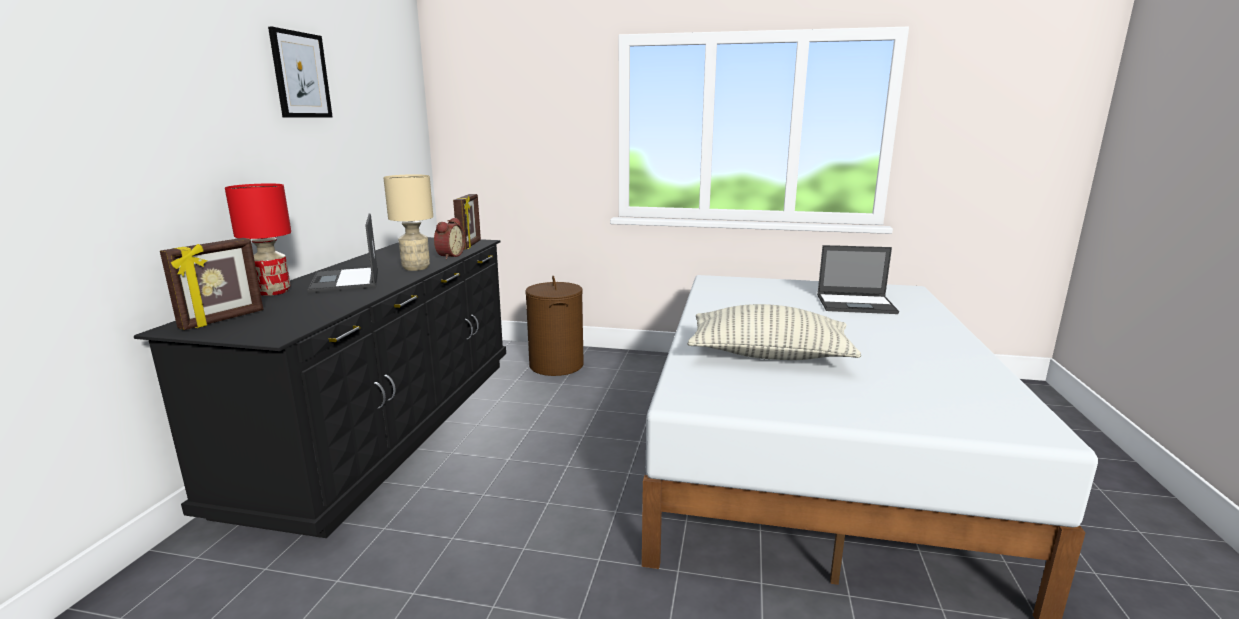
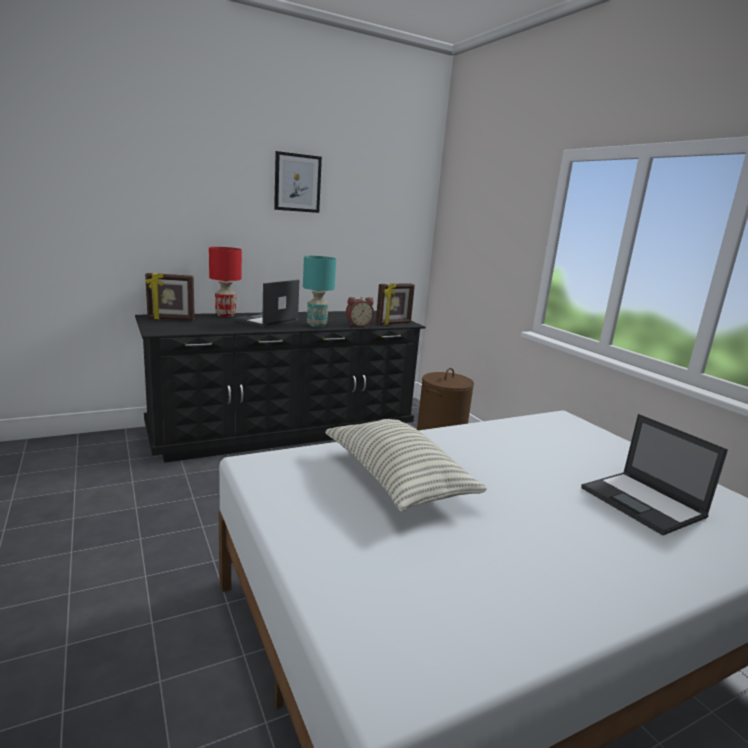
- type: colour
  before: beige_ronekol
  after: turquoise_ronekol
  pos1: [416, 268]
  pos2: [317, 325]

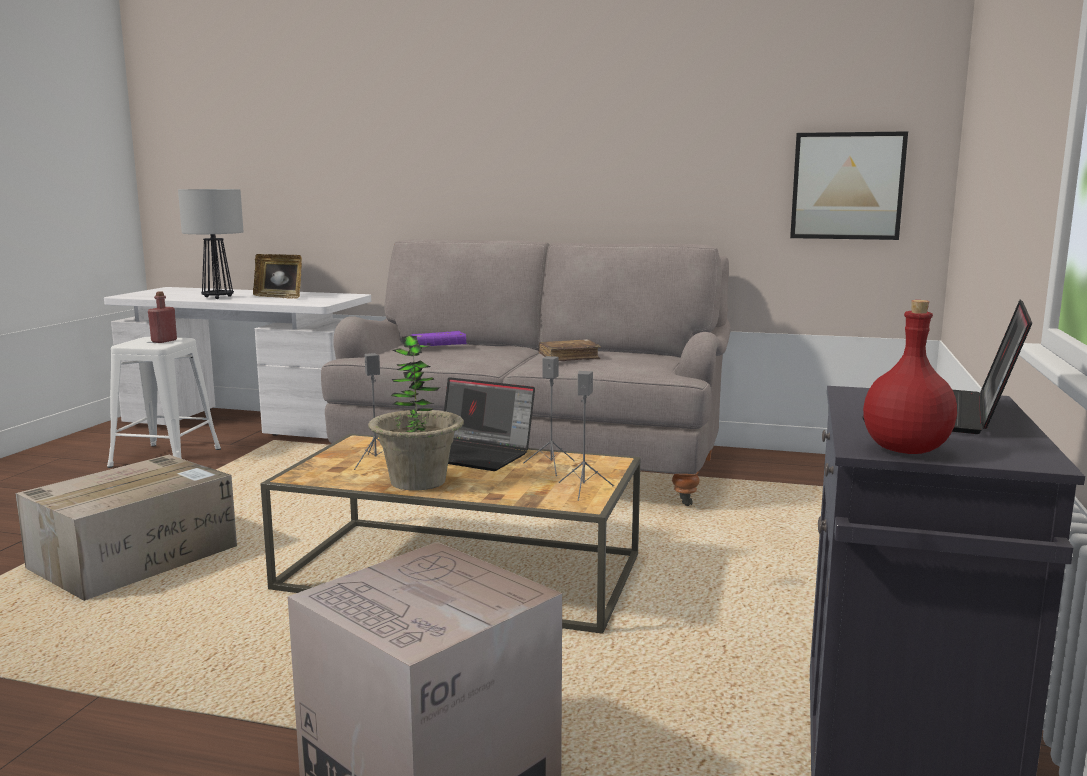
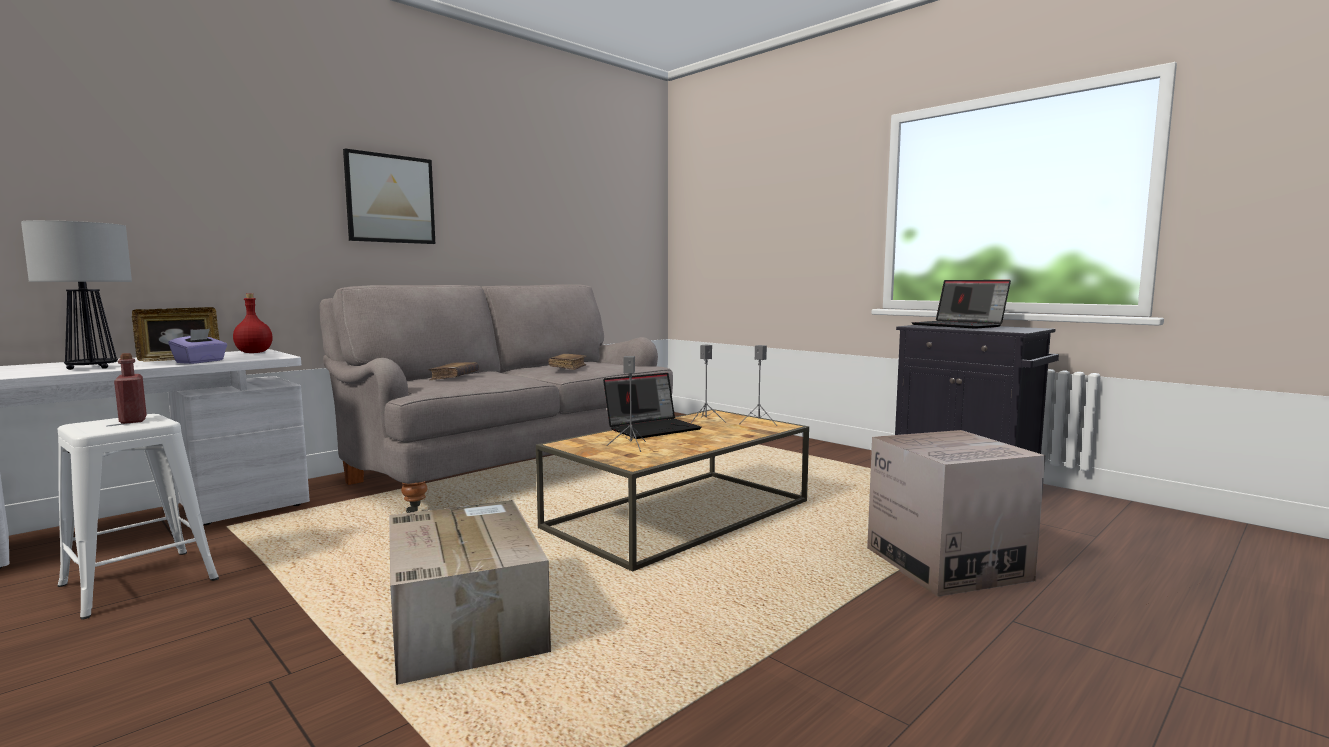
- type: missing
  before: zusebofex
  pos1: [418, 481]
- type: appeared
  after: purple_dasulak
  pos2: [200, 361]
- type: relocated
  before: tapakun
  pos1: [847, 186]
  pos2: [390, 199]
- type: relocated
  before: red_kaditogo
  pos1: [907, 450]
  pos2: [254, 352]
- type: colour
  before: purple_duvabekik
  after: brown_duvabekik
  pos1: [438, 347]
  pos2: [454, 377]

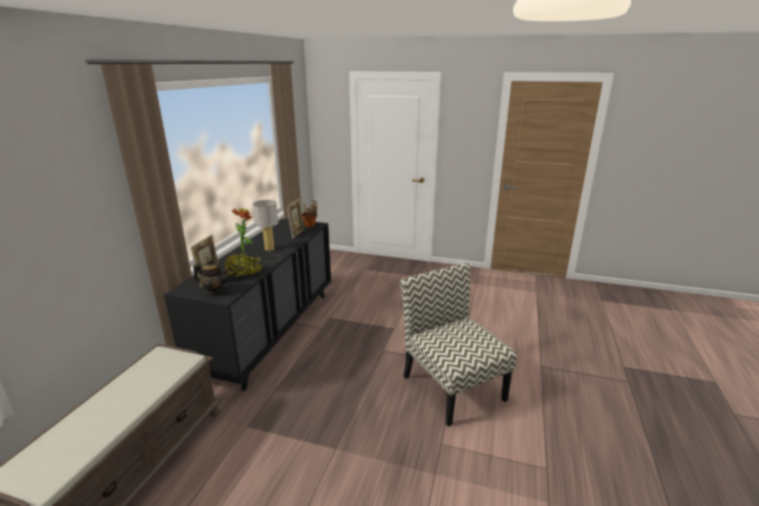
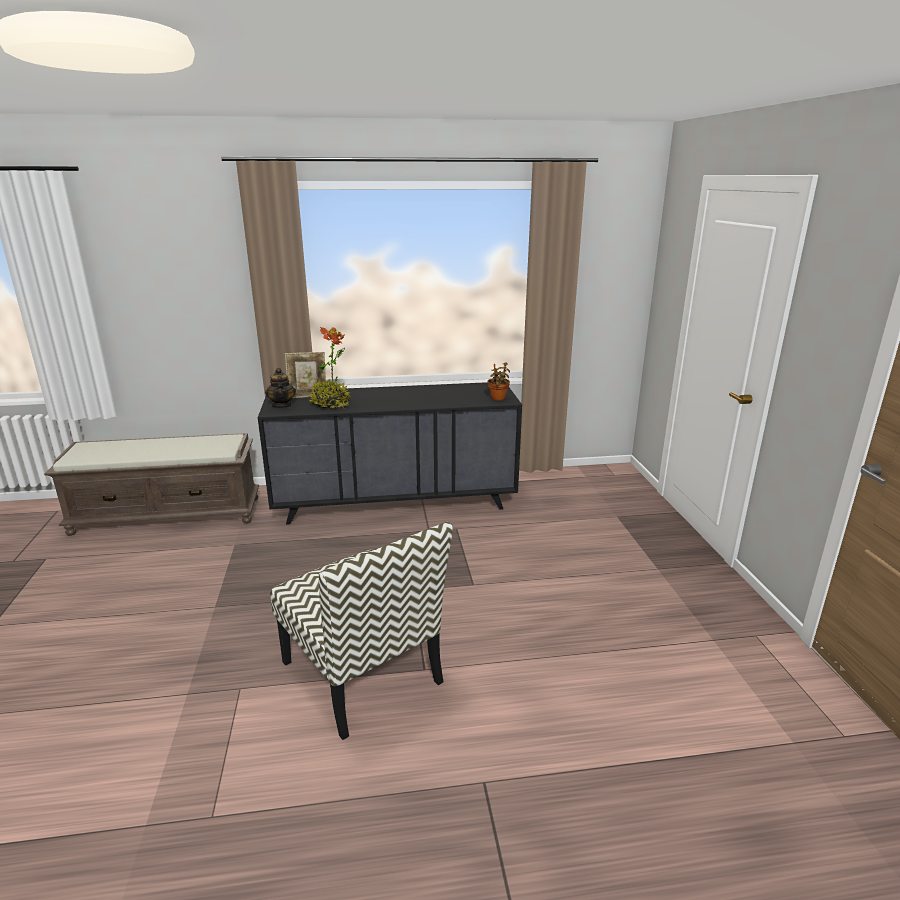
- type: missing
  before: ronekol
  pos1: [266, 251]
- type: missing
  before: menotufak
  pos1: [297, 233]
- type: spun
  before: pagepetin
  pos1: [451, 386]
  pos2: [363, 673]
  turn: 105

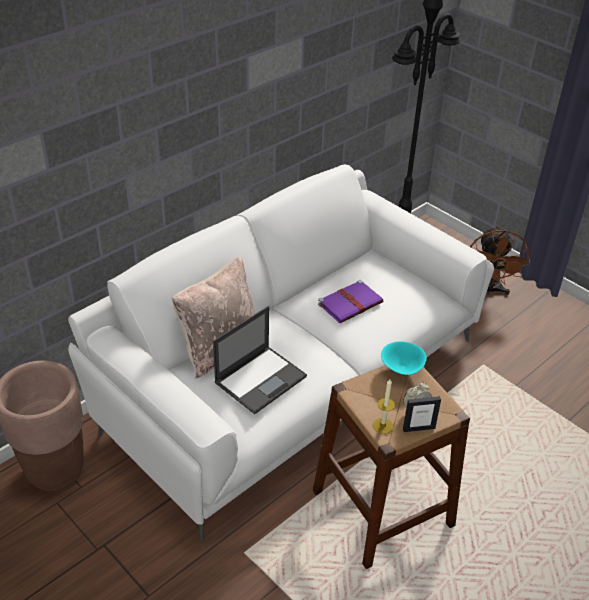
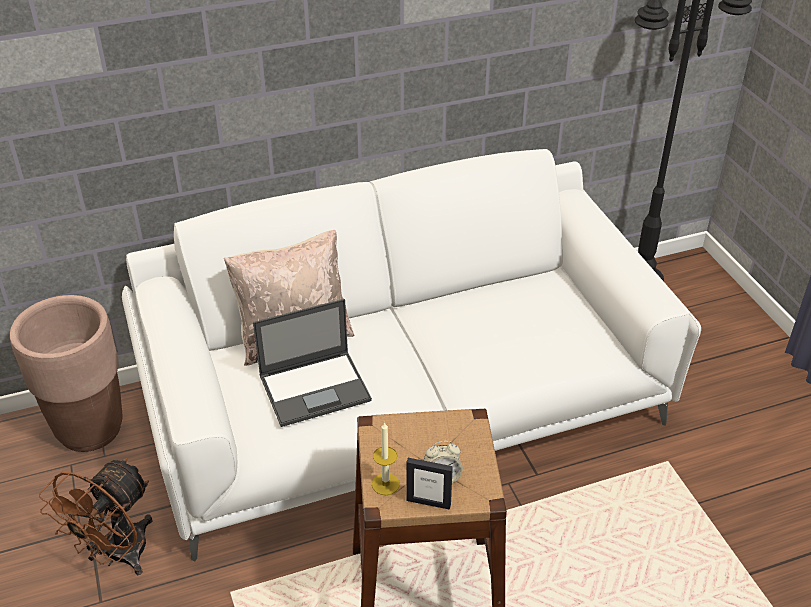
- type: missing
  before: purple_duvabekik
  pos1: [351, 303]
- type: missing
  before: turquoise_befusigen
  pos1: [401, 369]
- type: relocated
  before: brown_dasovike
  pos1: [488, 290]
  pos2: [117, 556]

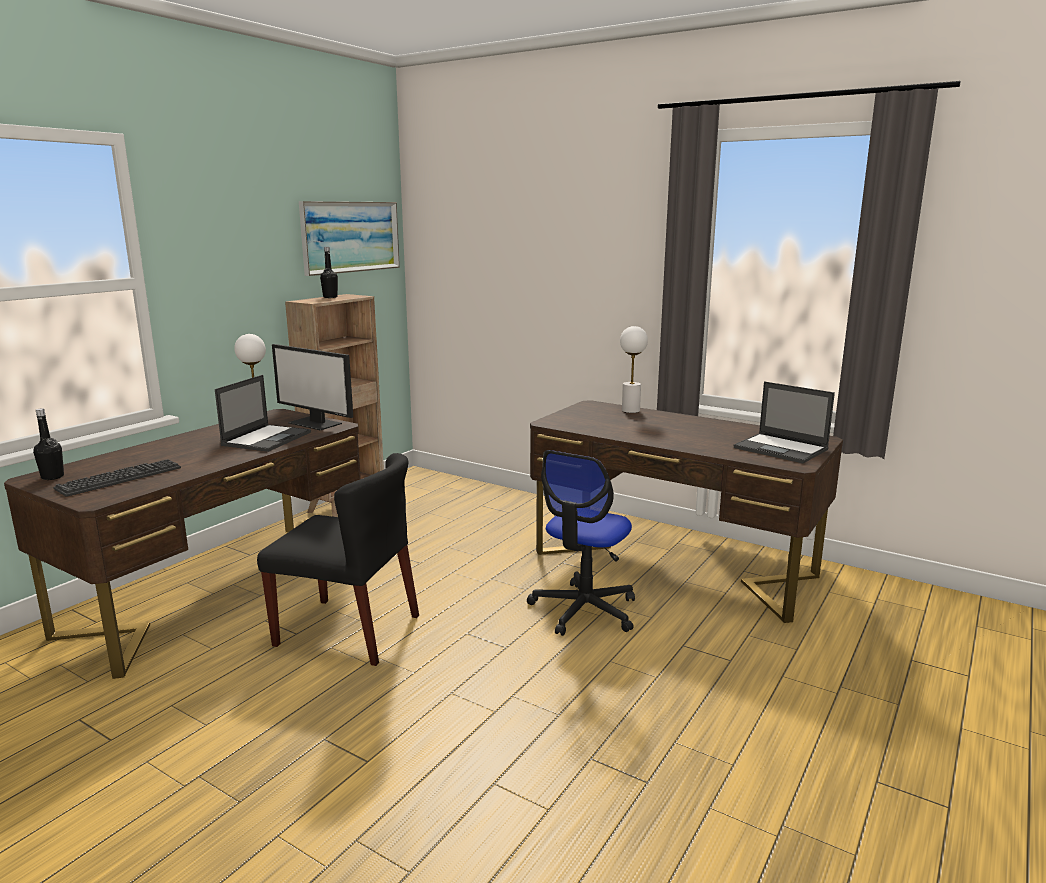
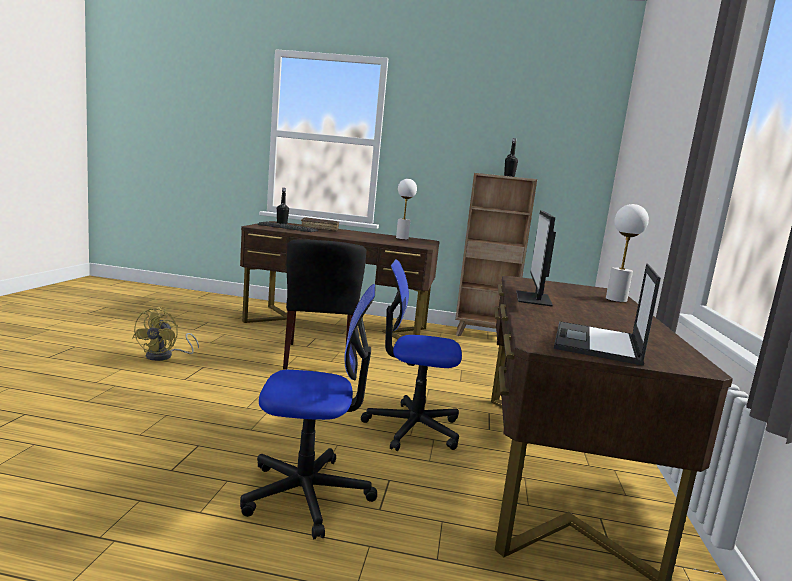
- type: missing
  before: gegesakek
  pos1: [267, 438]
- type: missing
  before: tapakun
  pos1: [350, 237]
- type: appeared
  after: yellow_dasovike
  pos2: [165, 356]
- type: appeared
  after: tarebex
  pos2: [307, 494]
- type: appeared
  after: brown_duvabekik
  pos2: [320, 228]
- type: relocated
  before: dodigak
  pos1: [316, 423]
  pos2: [534, 299]

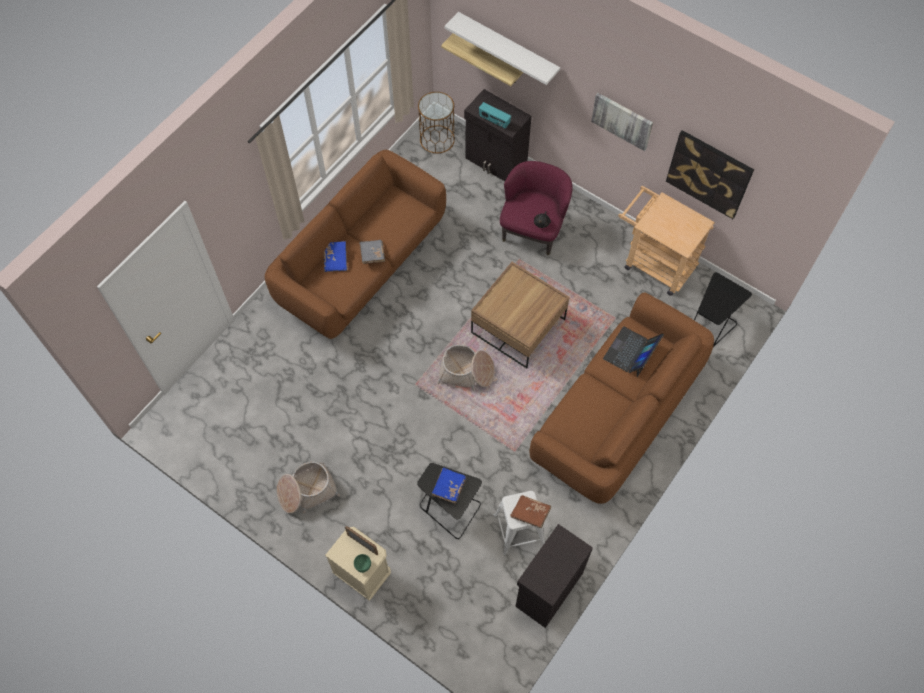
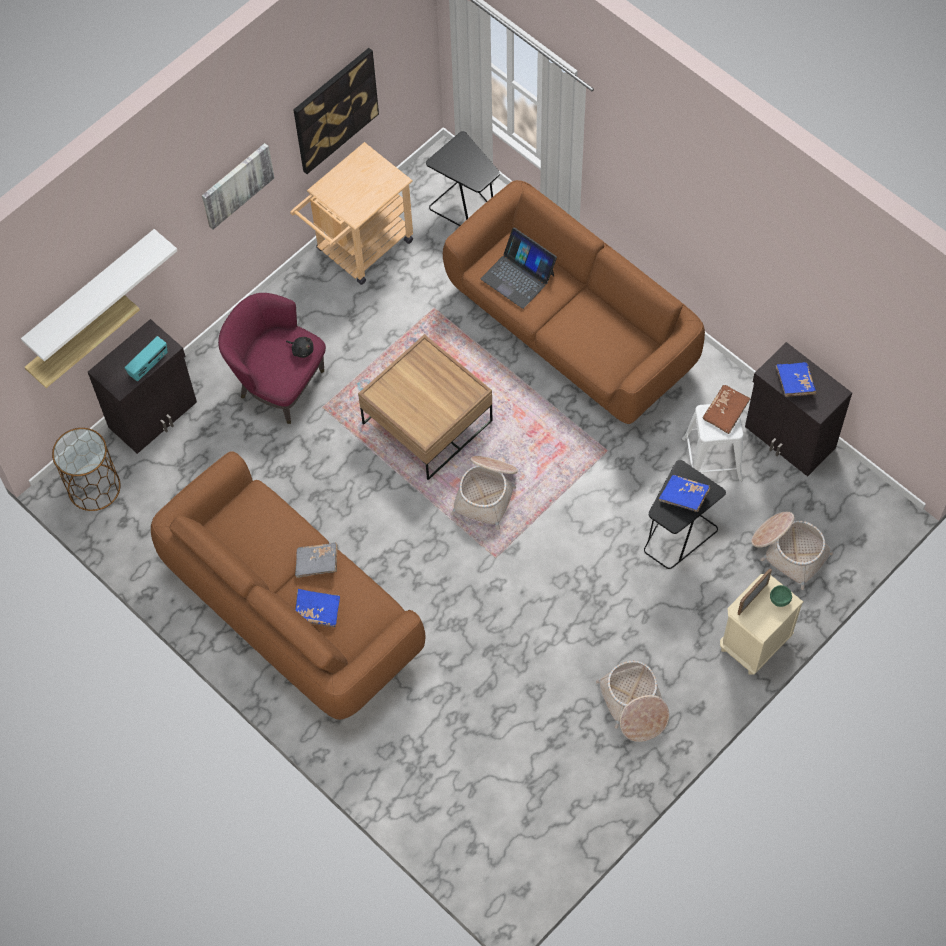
- type: appeared
  after: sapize
  pos2: [789, 551]
- type: appeared
  after: blue_duvabekik
  pos2: [794, 383]

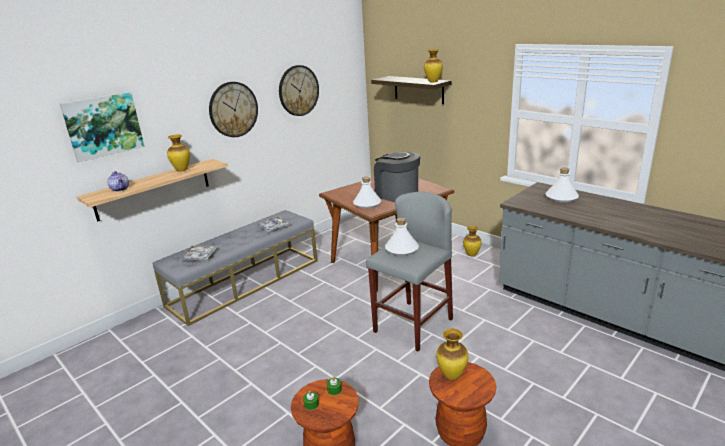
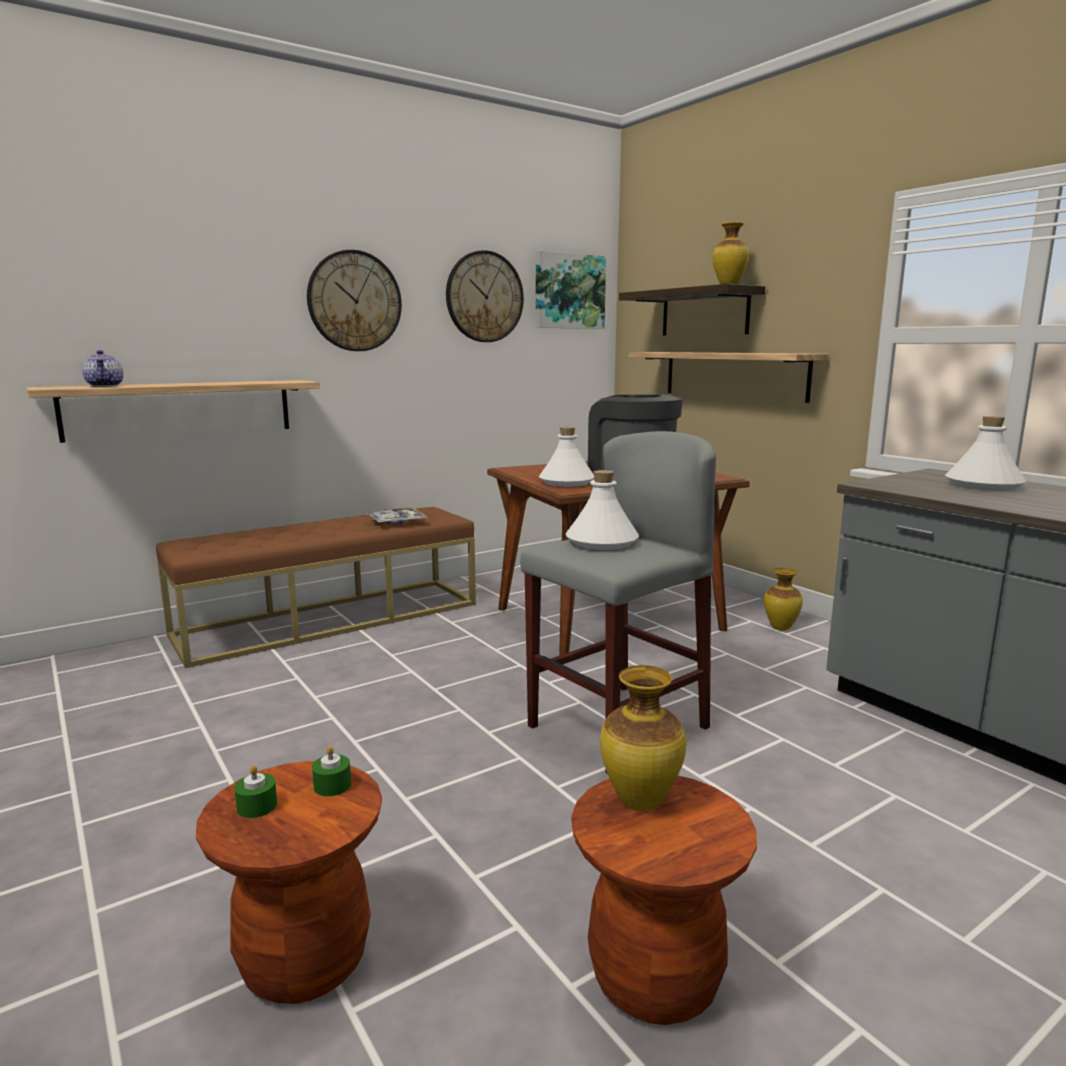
- type: missing
  before: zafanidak
  pos1: [181, 170]
- type: missing
  before: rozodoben
  pos1: [200, 256]
- type: appeared
  after: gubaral
  pos2: [733, 375]
- type: relocated
  before: tapakun
  pos1: [103, 126]
  pos2: [569, 291]
- type: colour
  before: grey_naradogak
  after: brown_naradogak
  pos1: [245, 282]
  pos2: [330, 619]

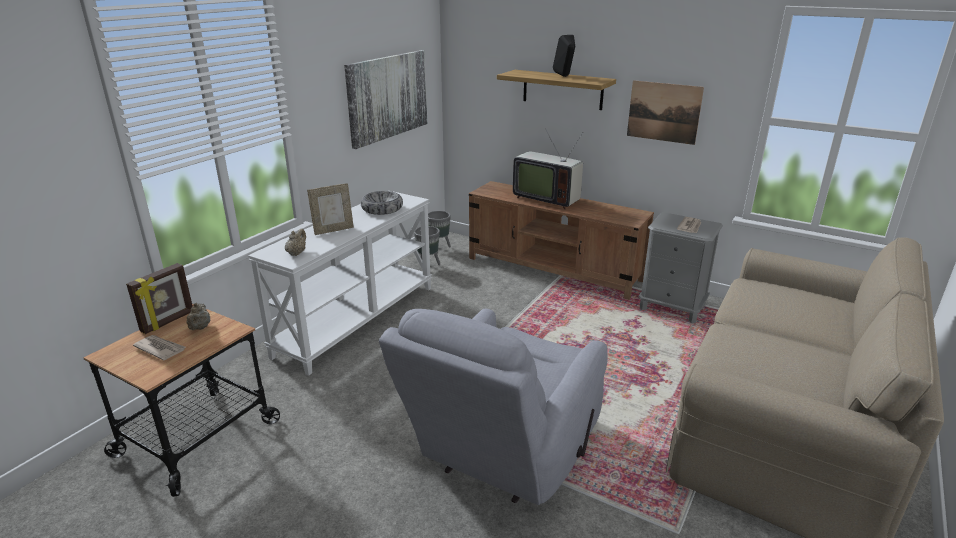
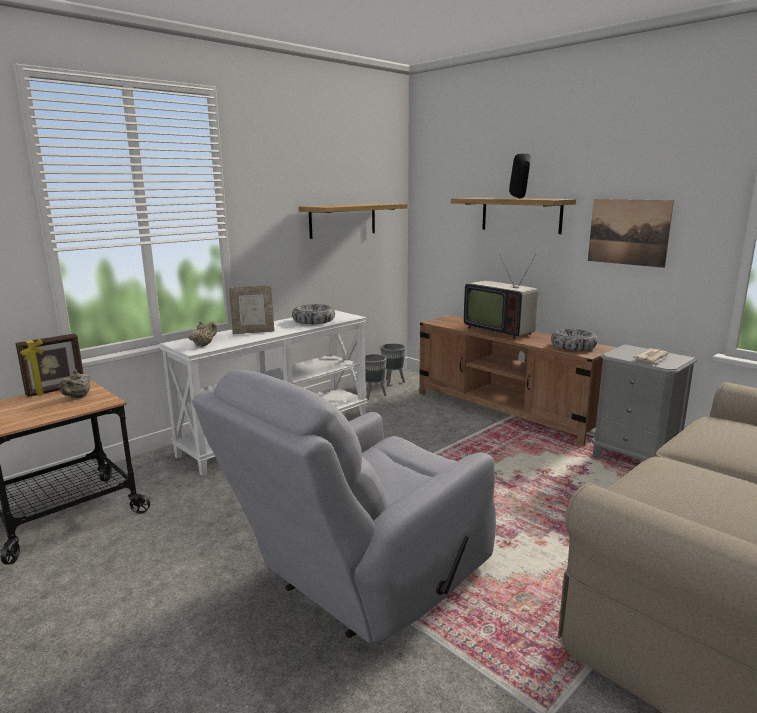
- type: missing
  before: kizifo
  pos1: [160, 349]
- type: appeared
  after: befusigen
  pos2: [573, 346]
- type: exchanged
  before: tapakun
  after: gubaral
  pos1: [388, 97]
  pos2: [343, 220]

